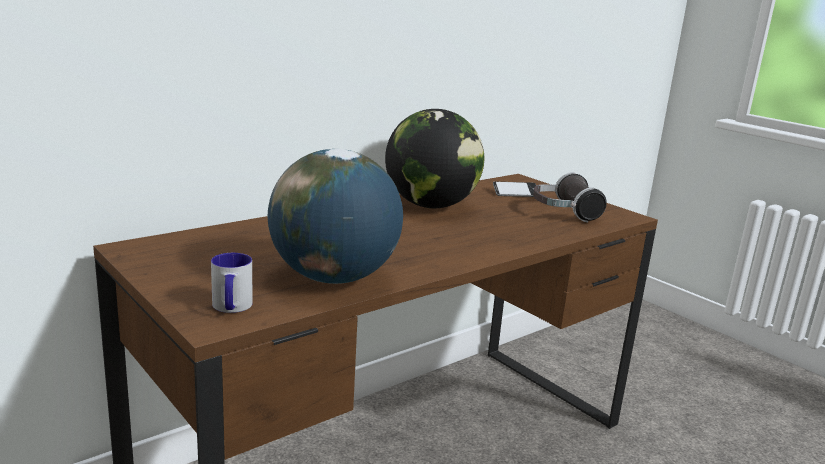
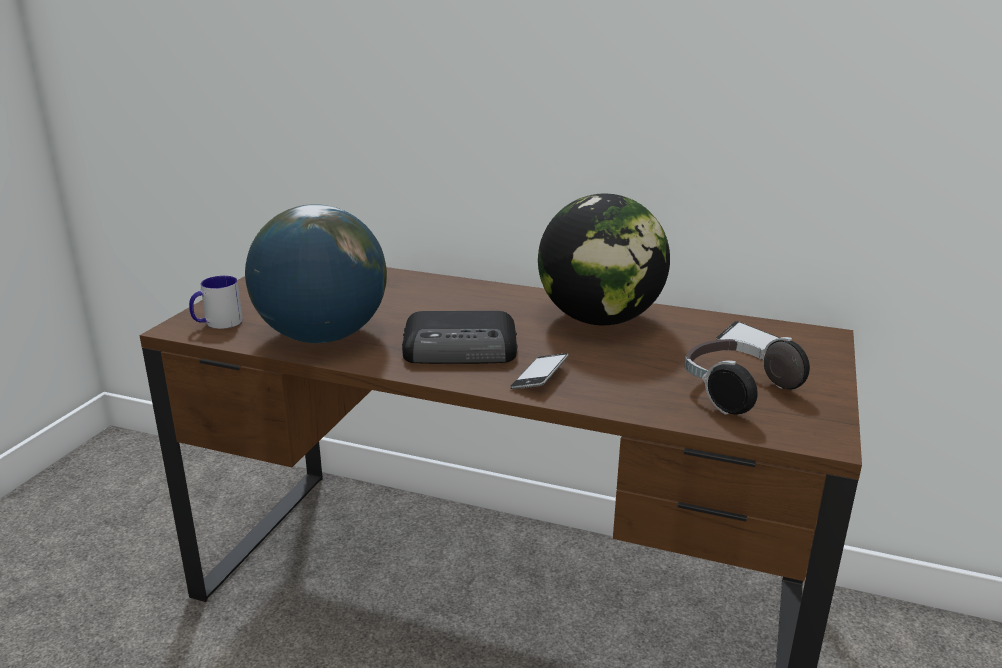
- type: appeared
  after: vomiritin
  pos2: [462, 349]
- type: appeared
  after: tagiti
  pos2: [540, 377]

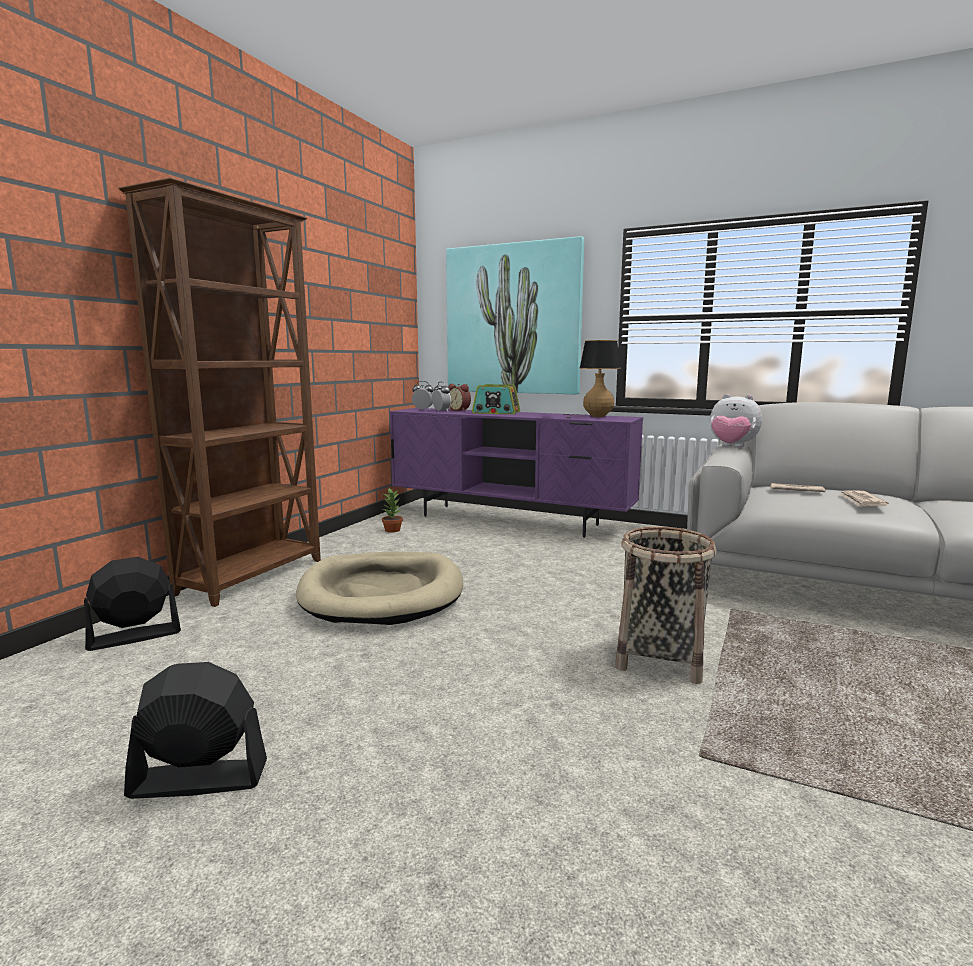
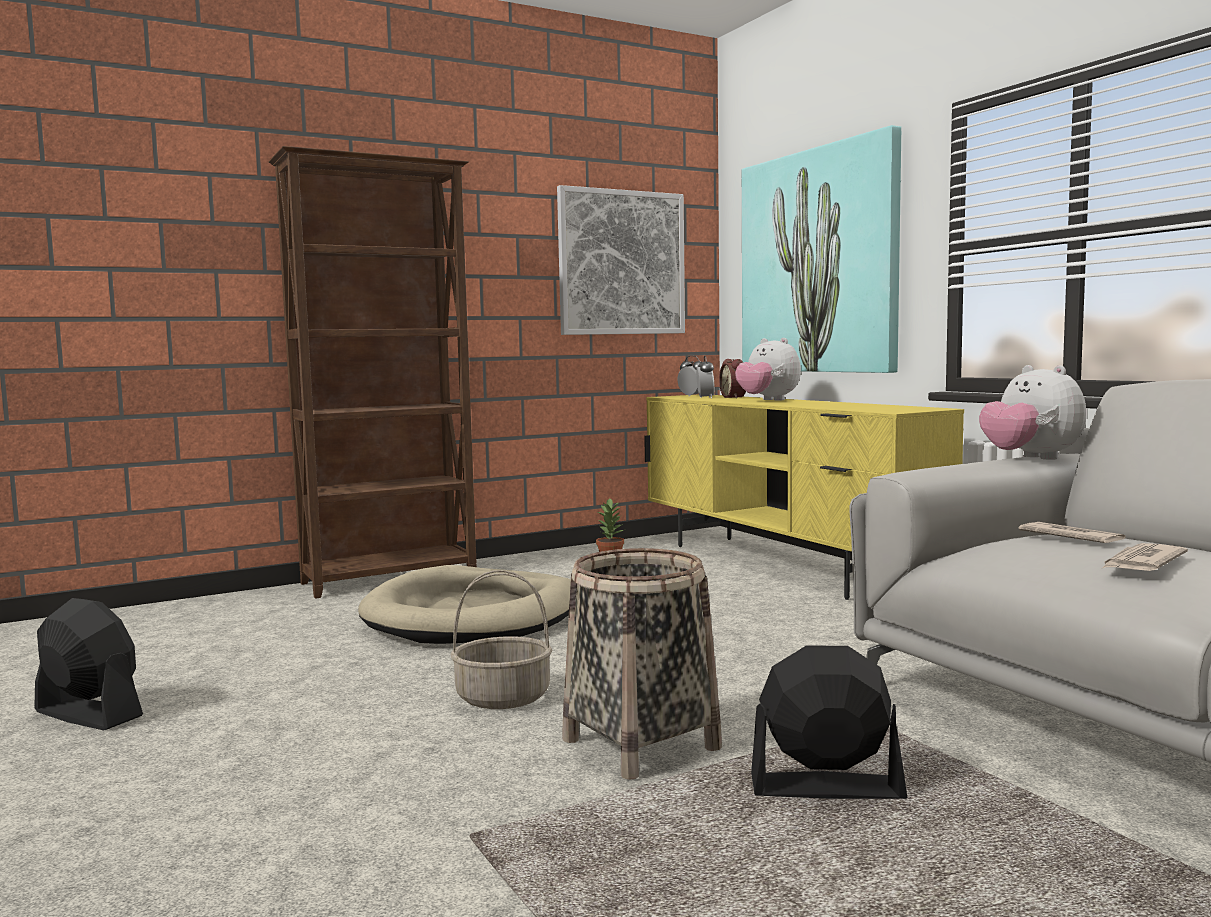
- type: missing
  before: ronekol
  pos1: [593, 416]
- type: appeared
  after: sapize
  pos2: [504, 697]
- type: appeared
  after: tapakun
  pos2: [622, 263]
- type: relocated
  before: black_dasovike
  pos1: [134, 636]
  pos2: [826, 788]
- type: exchanged
  before: vomiritin
  after: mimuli
  pos1: [496, 412]
  pos2: [767, 400]
- type: colour
  before: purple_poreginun
  after: yellow_poreginun
  pos1: [510, 521]
  pos2: [781, 565]

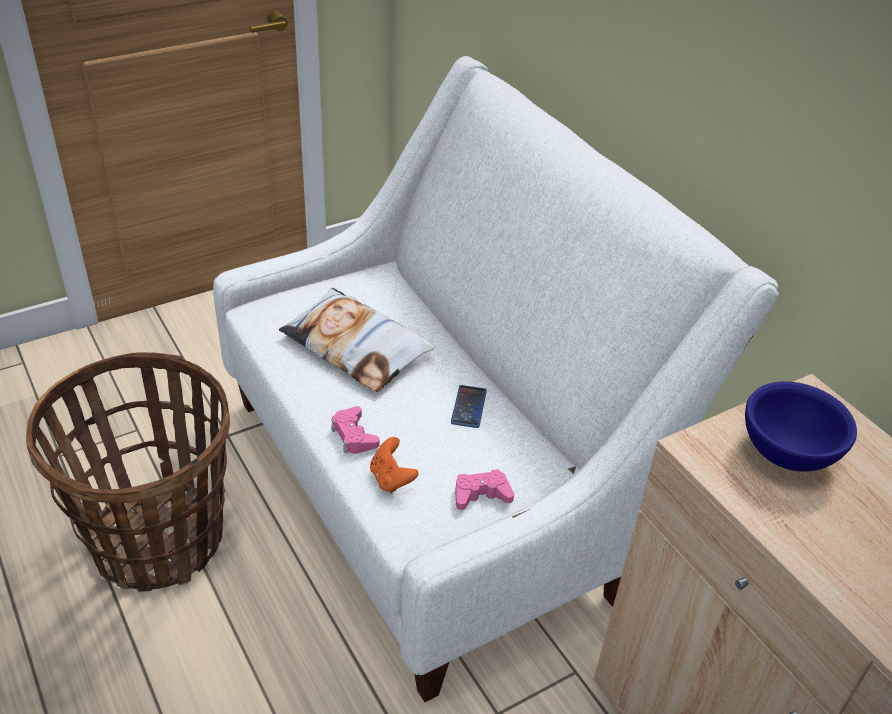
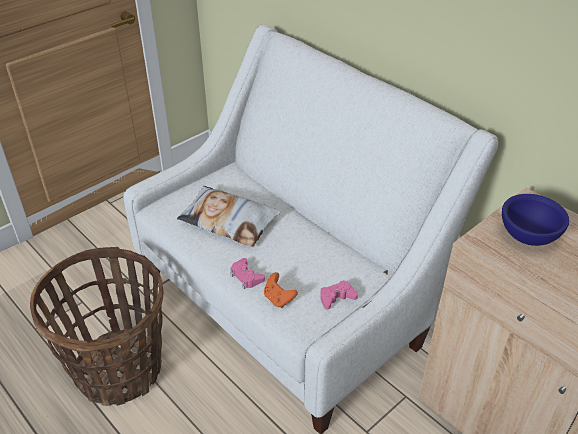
- type: missing
  before: tagiti
  pos1: [468, 407]

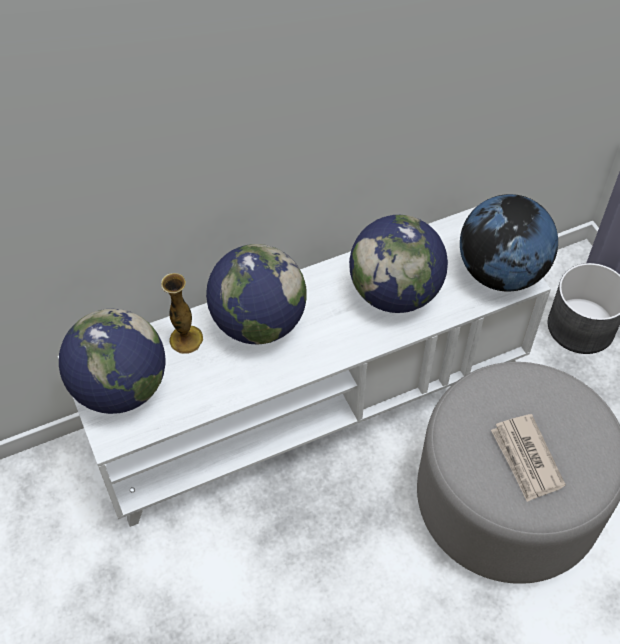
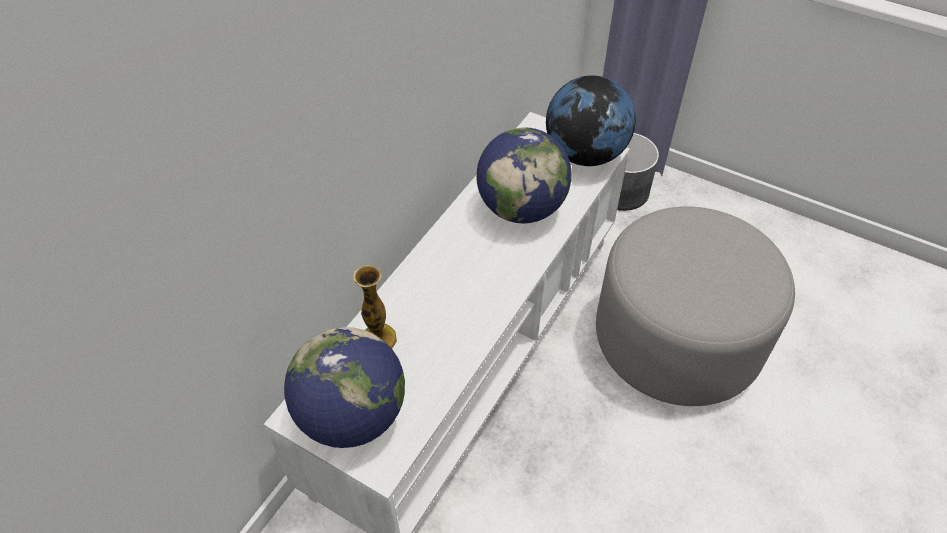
- type: missing
  before: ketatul
  pos1: [258, 323]
- type: missing
  before: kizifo
  pos1: [526, 459]

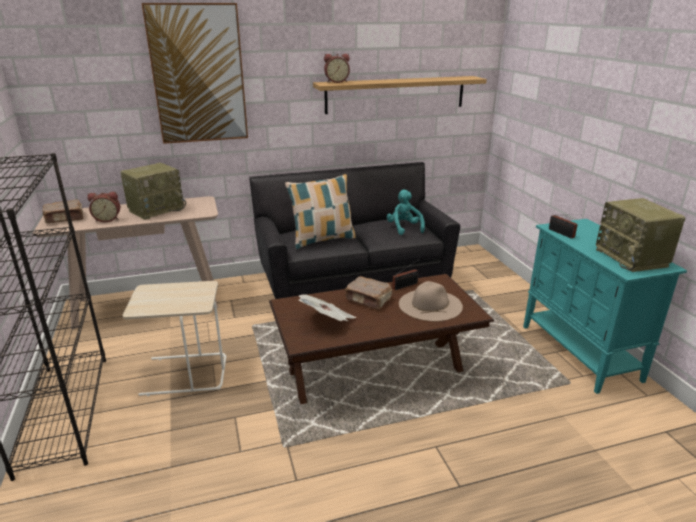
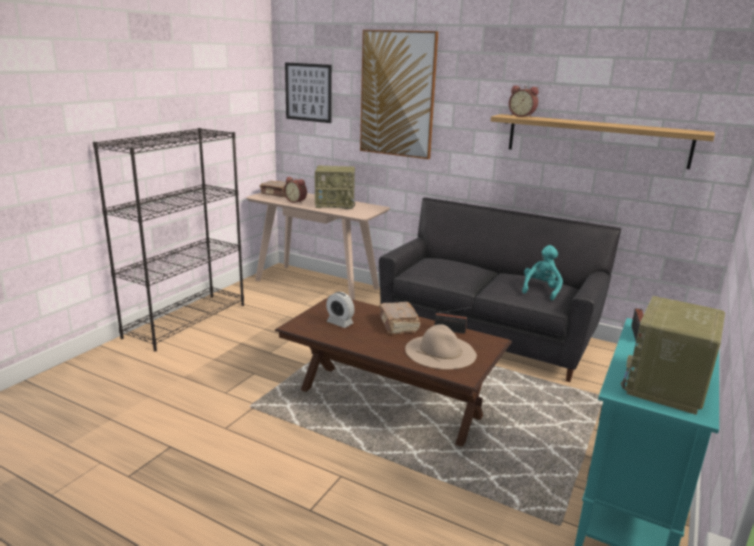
- type: missing
  before: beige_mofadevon
  pos1: [184, 374]
- type: missing
  before: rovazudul
  pos1: [322, 240]
- type: appeared
  after: tapakun
  pos2: [308, 92]
- type: exchanged
  before: kizifo
  after: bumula
  pos1: [327, 321]
  pos2: [340, 323]

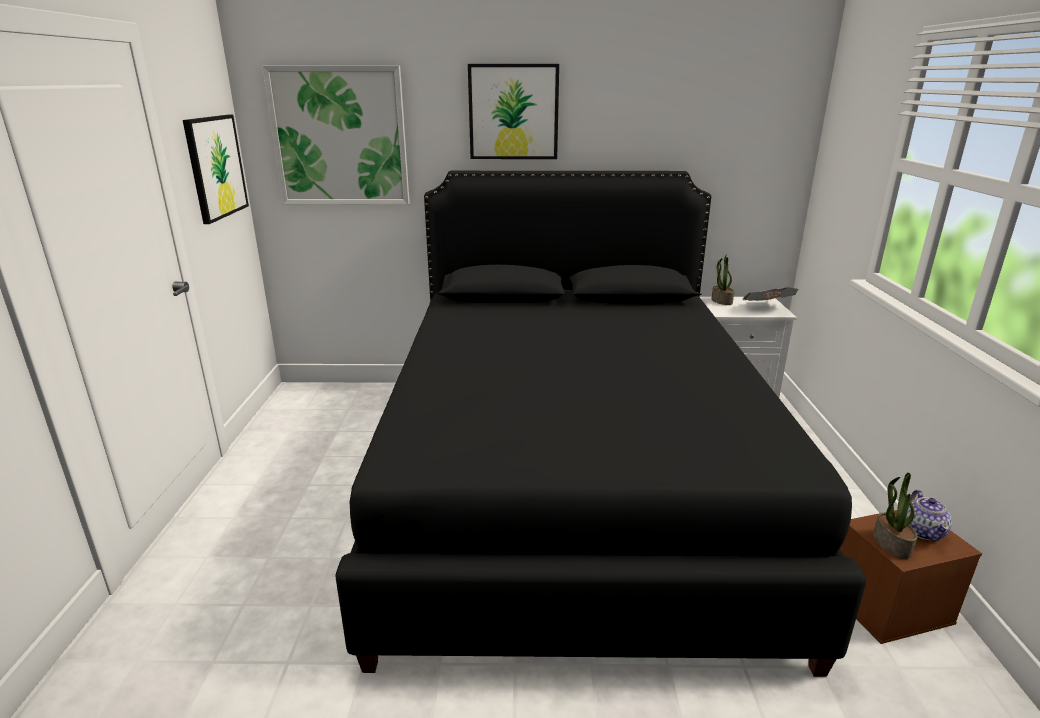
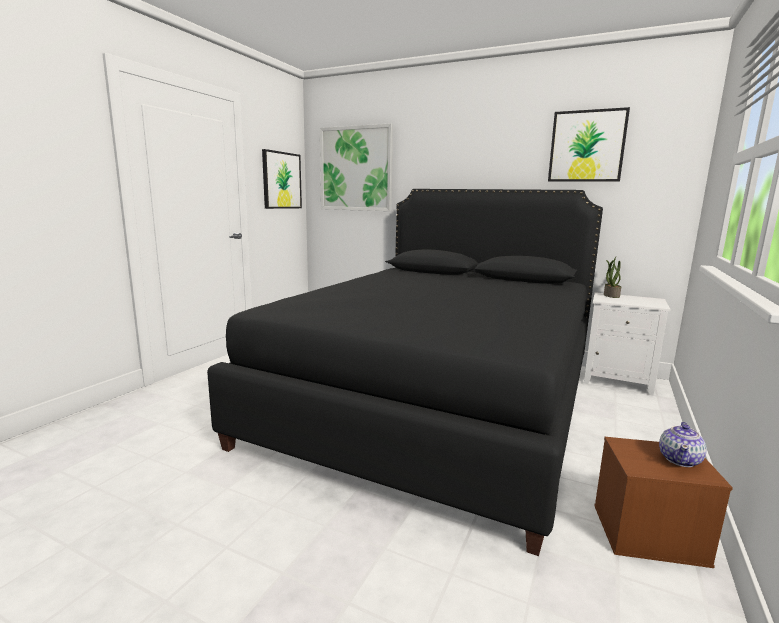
- type: missing
  before: kizifo
  pos1: [767, 308]
- type: missing
  before: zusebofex
  pos1: [890, 543]
- type: relocated
  before: tapakun
  pos1: [513, 112]
  pos2: [587, 146]

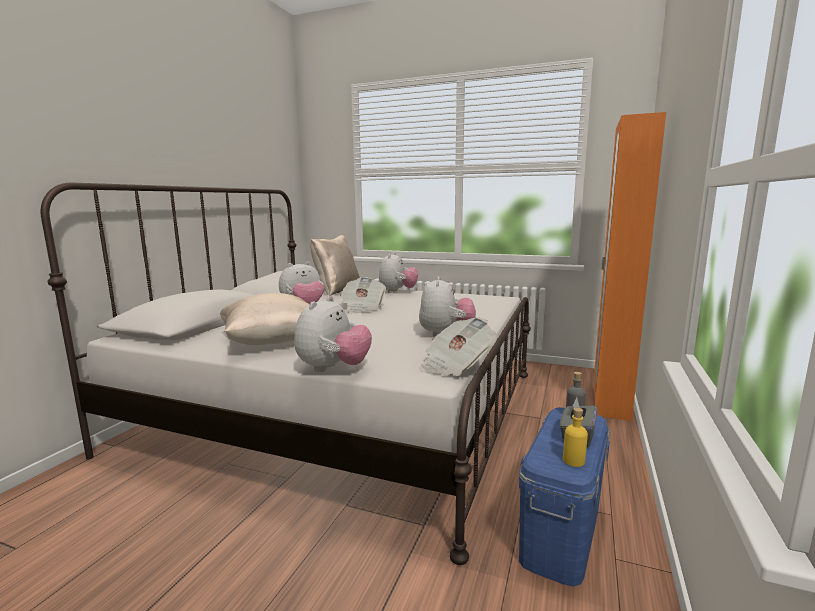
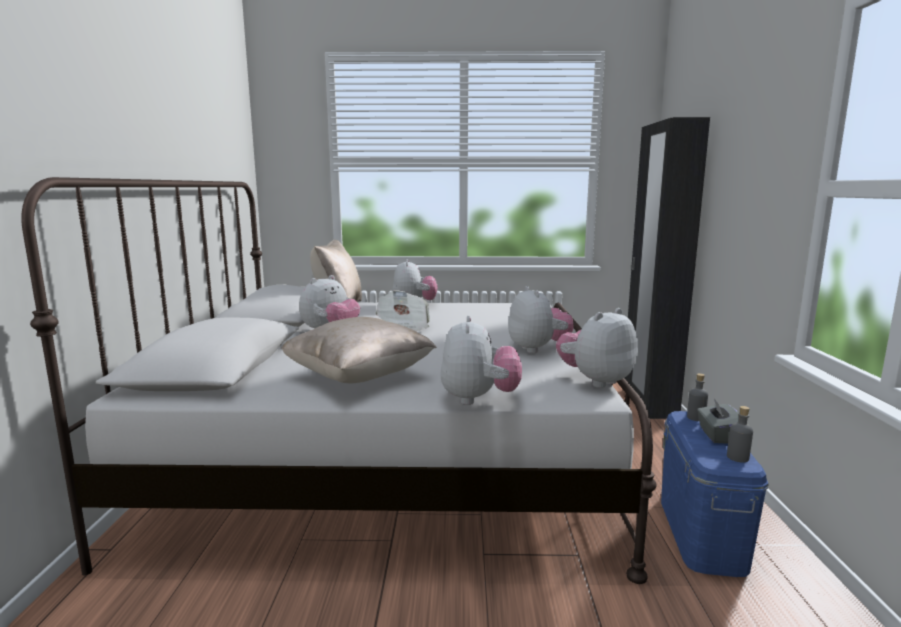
- type: exchanged
  before: kizifo
  after: mimuli
  pos1: [455, 366]
  pos2: [595, 381]
- type: colour
  before: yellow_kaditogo
  after: grey_kaditogo
  pos1: [573, 461]
  pos2: [737, 457]
- type: colour
  before: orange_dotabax
  after: black_dotabax
  pos1: [610, 402]
  pos2: [648, 403]

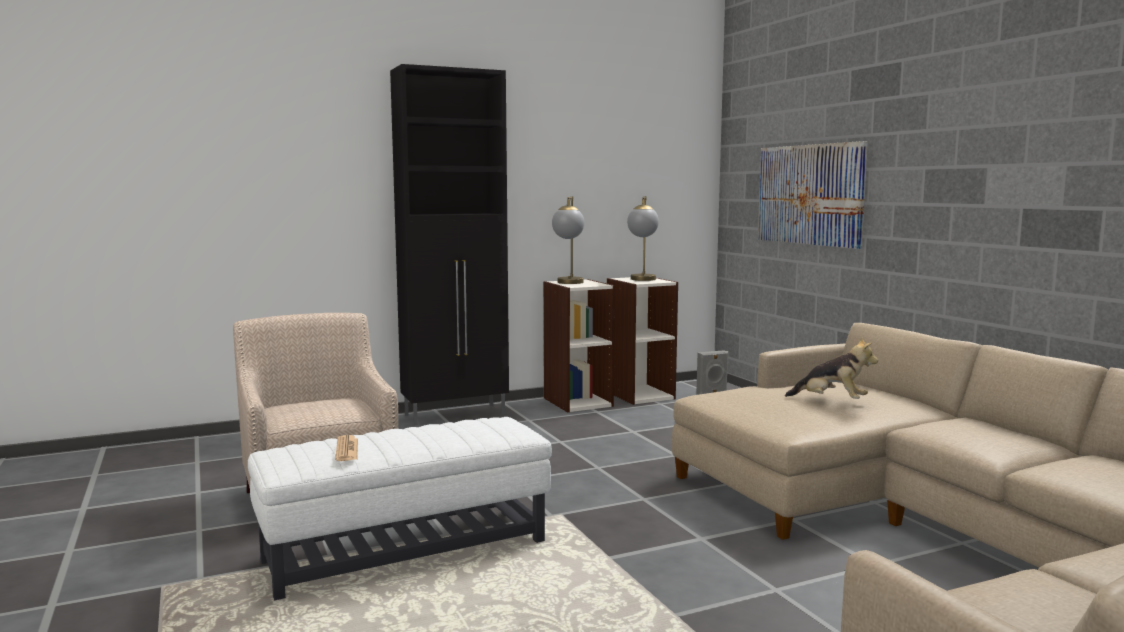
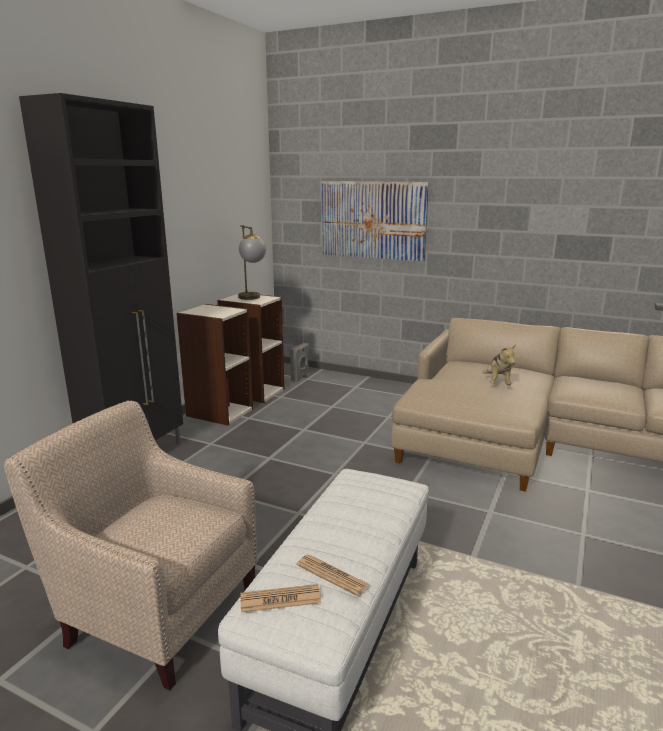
- type: missing
  before: ronekol
  pos1: [569, 283]
- type: appeared
  after: kizifo
  pos2: [280, 599]
- type: spun
  before: mimuli
  pos1: [831, 401]
  pos2: [497, 383]
  turn: 105

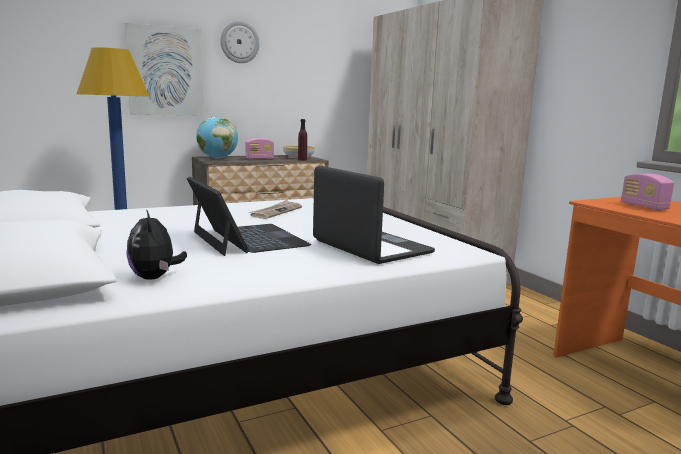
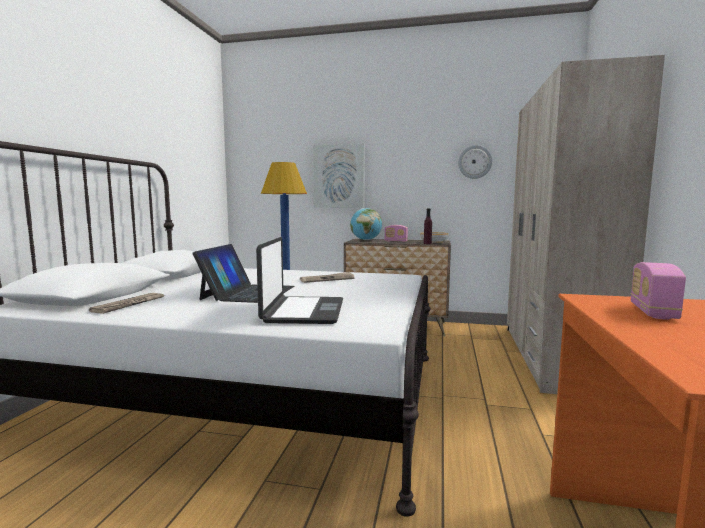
- type: relocated
  before: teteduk
  pos1: [239, 42]
  pos2: [475, 162]
- type: exchanged
  before: mimuli
  after: kizifo
  pos1: [155, 278]
  pos2: [129, 305]

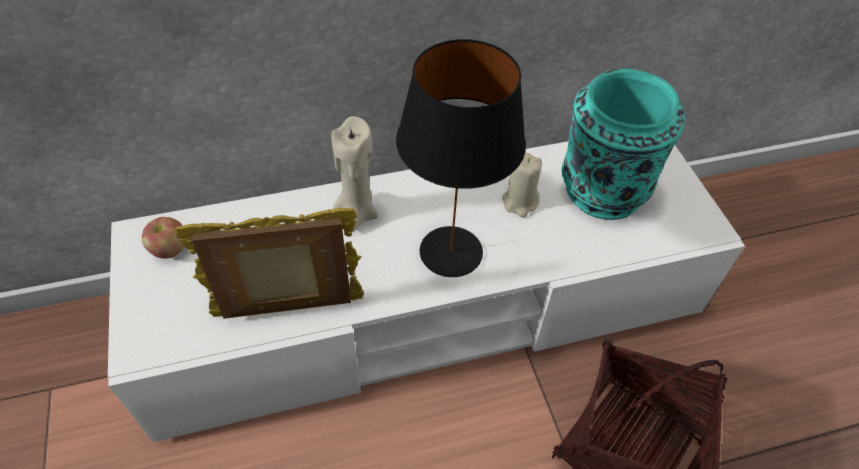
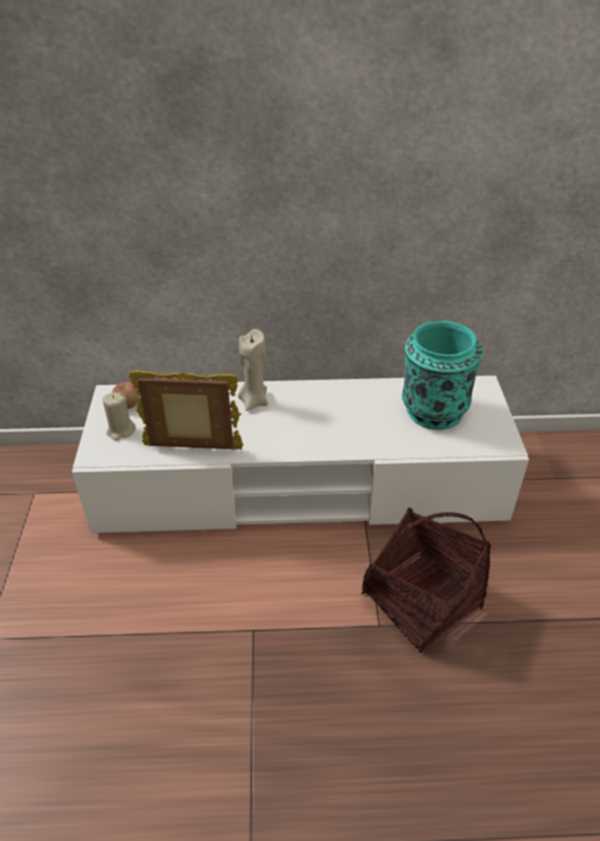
- type: missing
  before: black_ronekol
  pos1: [452, 252]
- type: relocated
  before: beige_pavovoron
  pos1: [520, 202]
  pos2: [120, 431]

